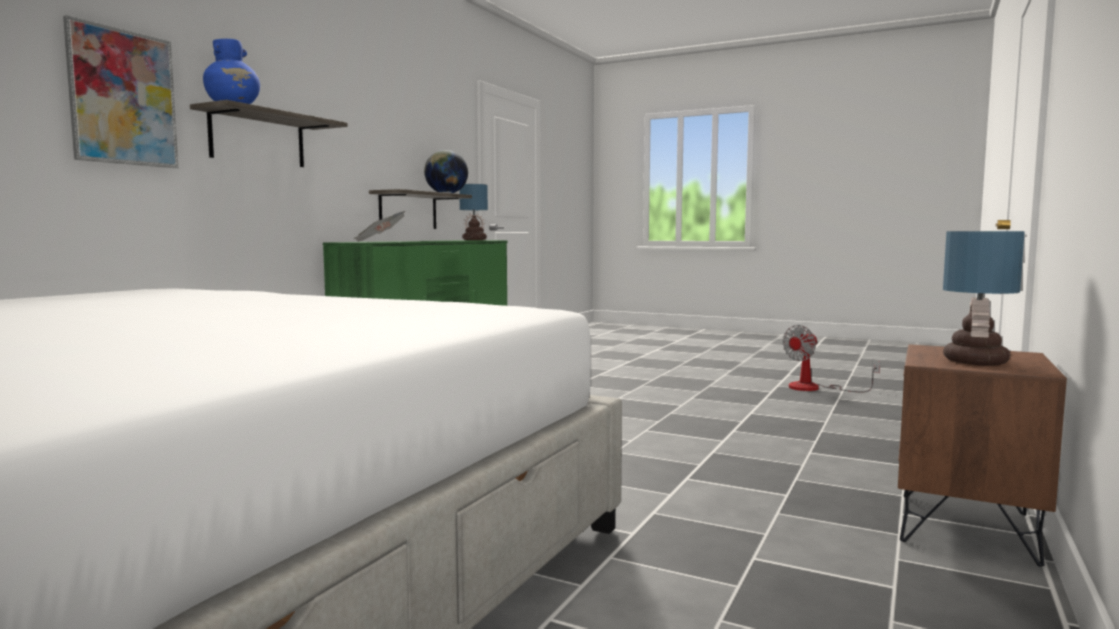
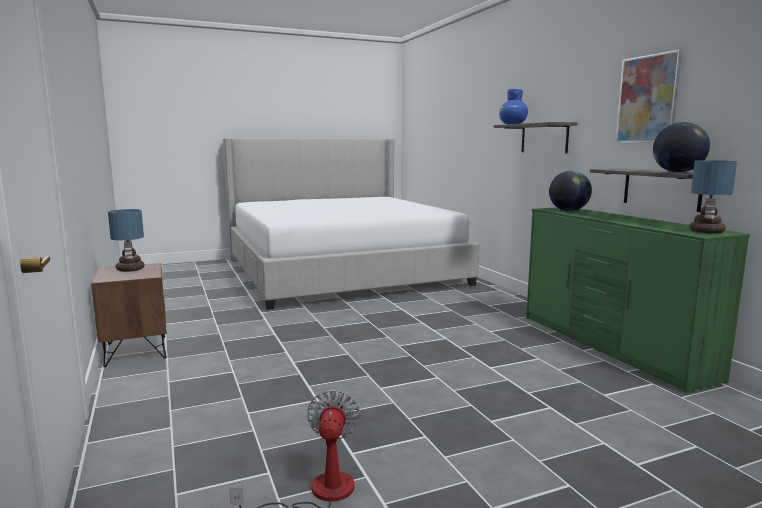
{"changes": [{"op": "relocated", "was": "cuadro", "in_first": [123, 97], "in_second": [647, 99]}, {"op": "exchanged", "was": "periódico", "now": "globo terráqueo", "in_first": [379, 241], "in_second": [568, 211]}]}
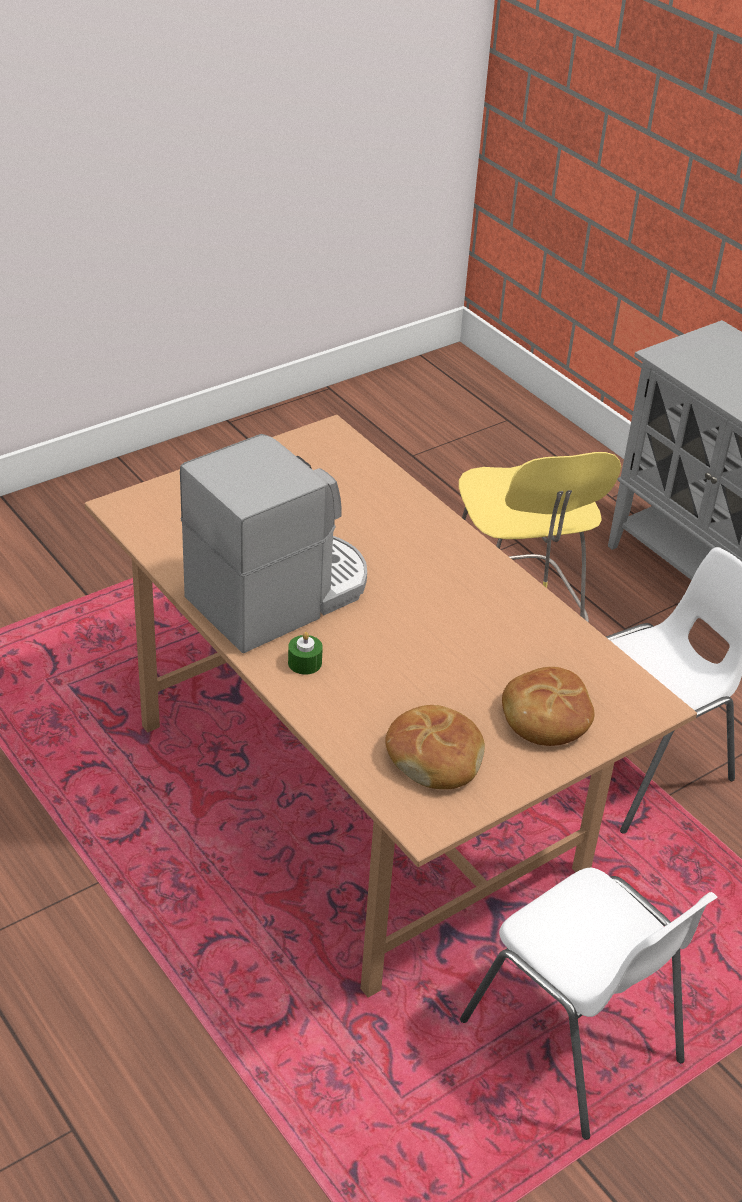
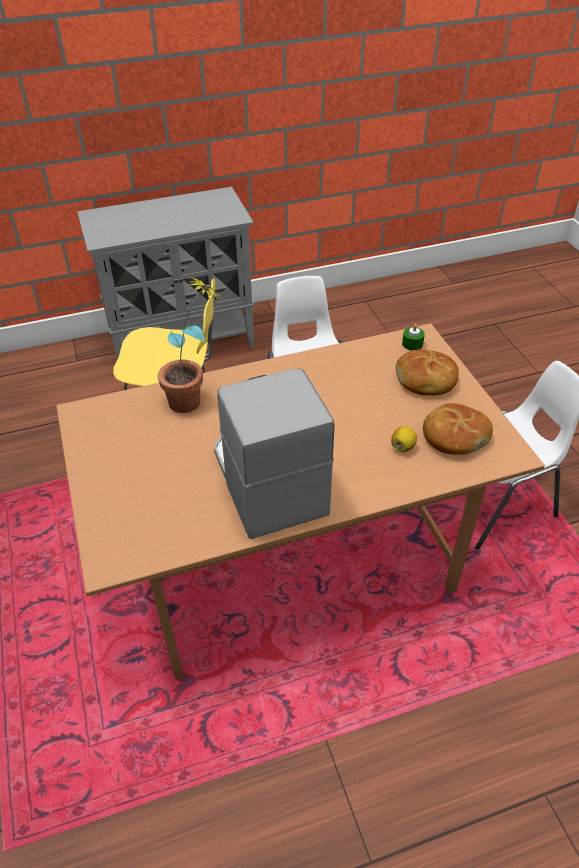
{"changes": [{"op": "relocated", "was": "vela (verde)", "in_first": [304, 663], "in_second": [412, 344]}, {"op": "appeared", "now": "planta en maceta", "in_second": [194, 399]}, {"op": "appeared", "now": "limón", "in_second": [403, 447]}]}
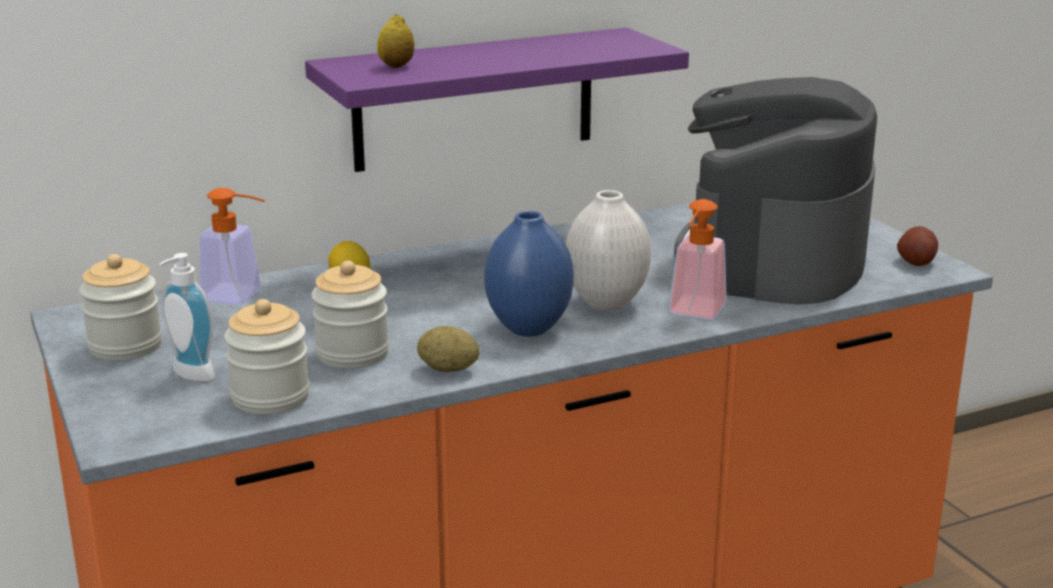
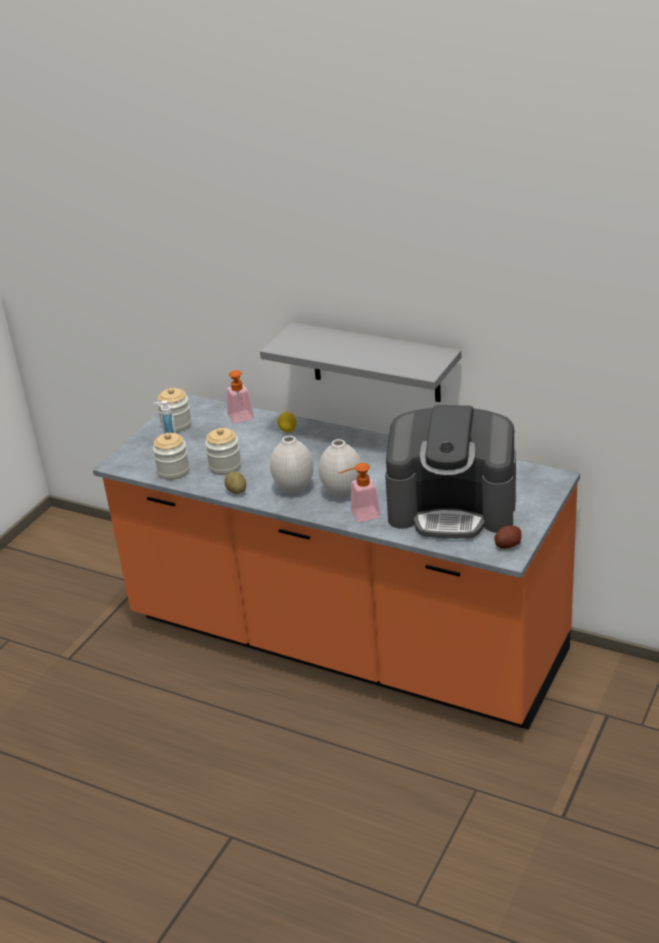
{"changes": [{"op": "colour", "was": "estante (morado)", "now": "estante (gris)", "in_first": [474, 99], "in_second": [375, 362]}, {"op": "missing", "was": "limón", "in_first": [396, 66]}, {"op": "colour", "was": "florero (azul)", "now": "florero (blanco)", "in_first": [527, 329], "in_second": [293, 488]}, {"op": "spun", "was": "cafetera", "in_first": [773, 259], "in_second": [453, 508], "clockwise": -150}]}
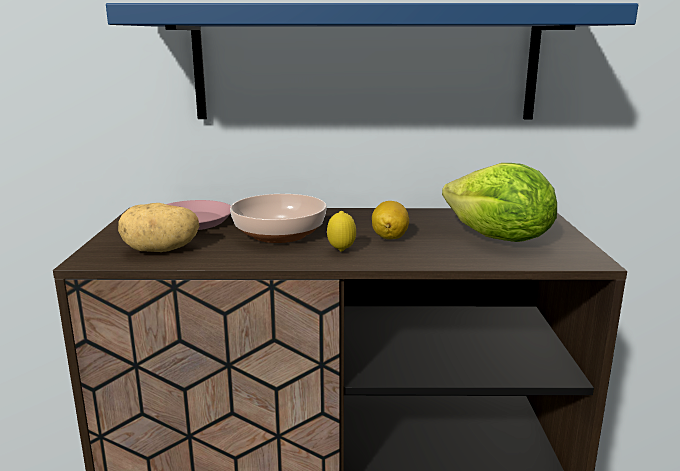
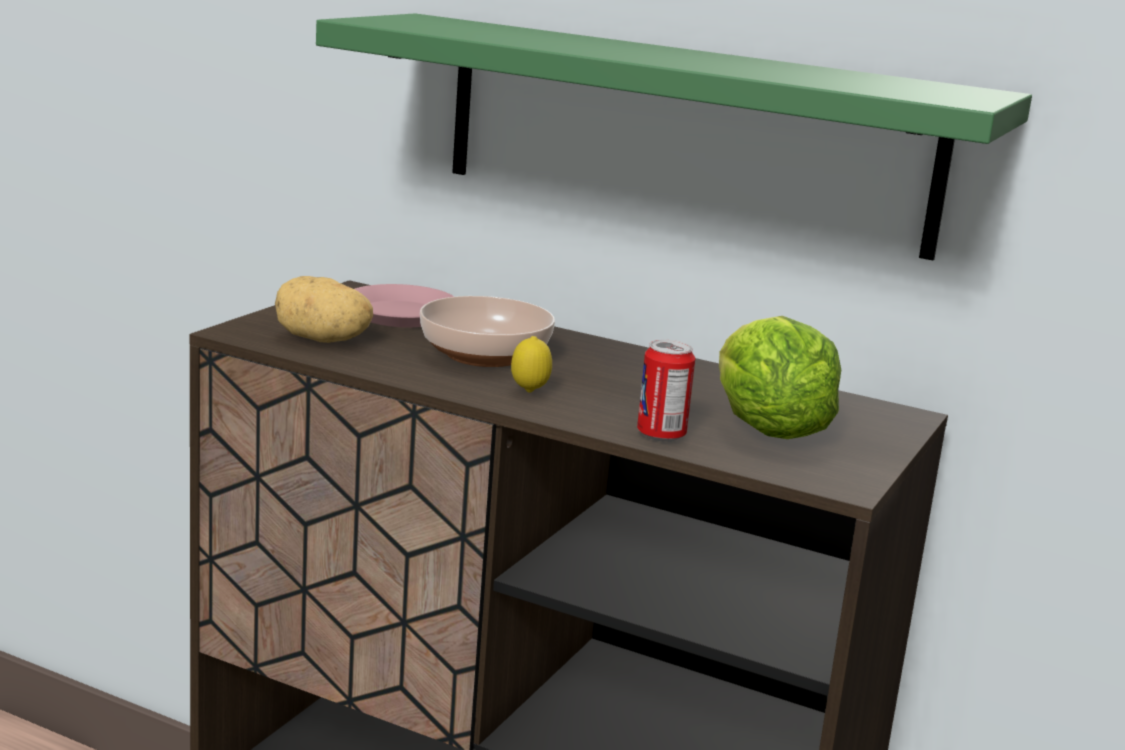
{"changes": [{"op": "colour", "was": "estante (azul)", "now": "estante (verde)", "in_first": [365, 65], "in_second": [685, 132]}, {"op": "missing", "was": "limón", "in_first": [389, 237]}, {"op": "appeared", "now": "lata", "in_second": [661, 435]}]}
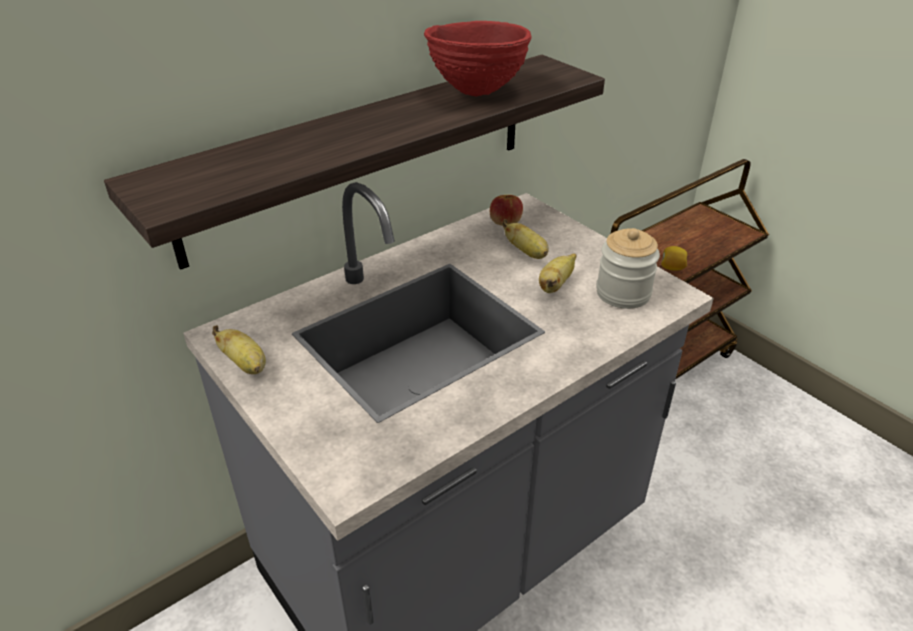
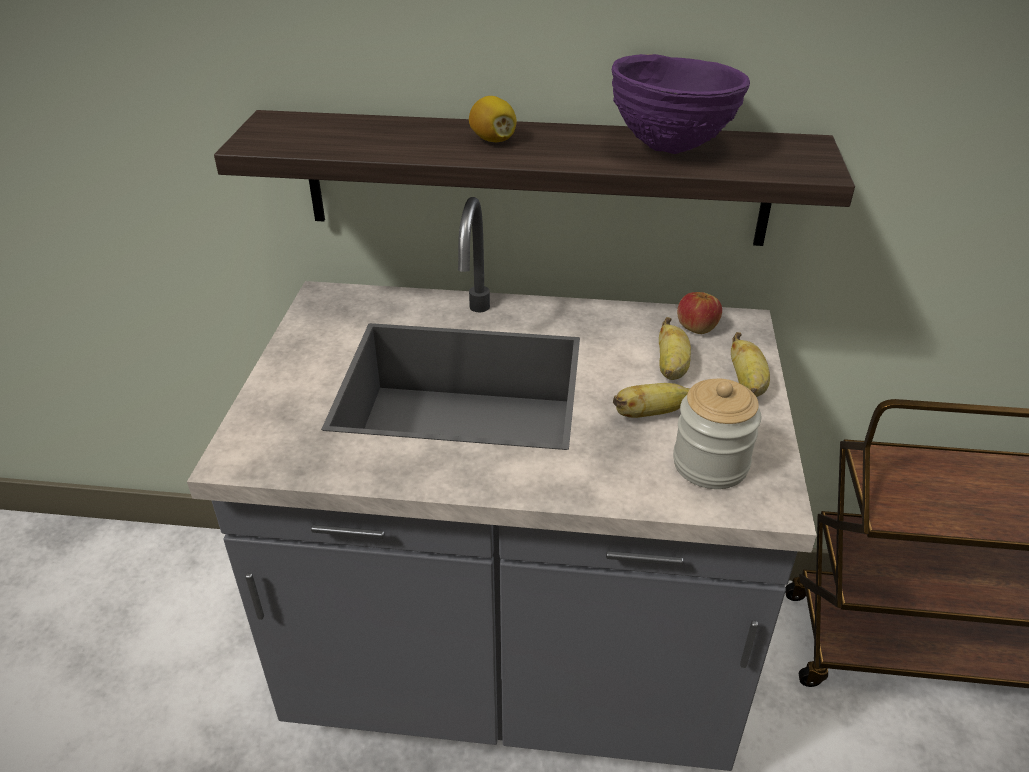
{"changes": [{"op": "relocated", "was": "plátano", "in_first": [245, 364], "in_second": [747, 384]}, {"op": "colour", "was": "cuenco (rojo)", "now": "cuenco (morado)", "in_first": [477, 92], "in_second": [671, 148]}, {"op": "relocated", "was": "limón", "in_first": [672, 268], "in_second": [493, 140]}]}
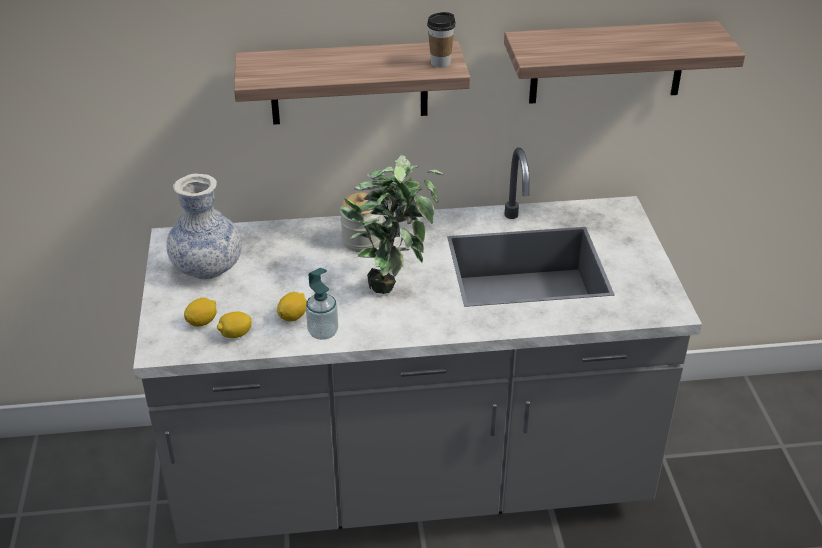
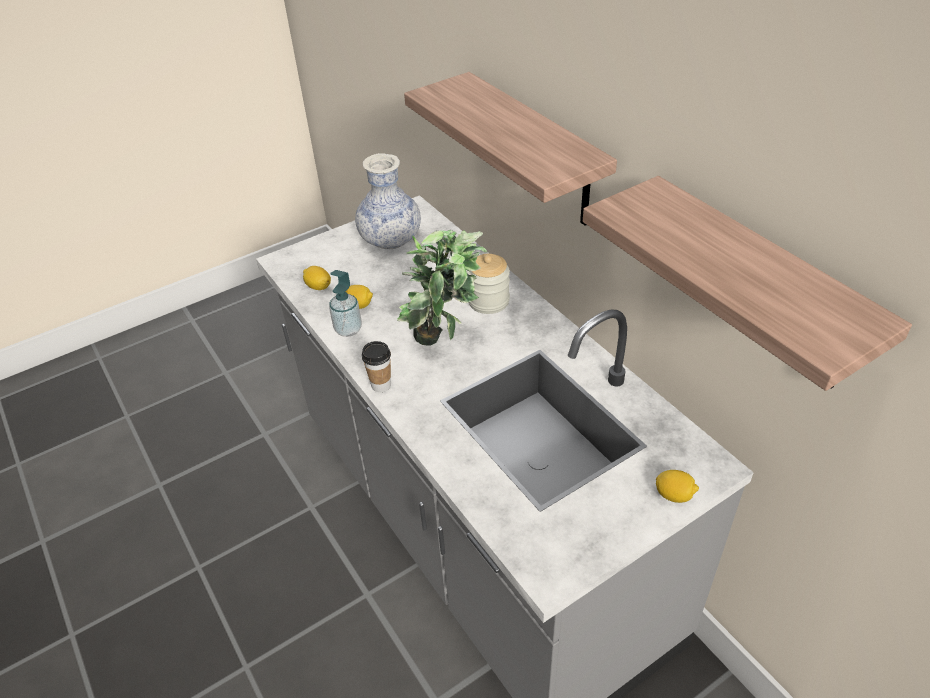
{"changes": [{"op": "relocated", "was": "limón", "in_first": [202, 322], "in_second": [674, 495]}, {"op": "relocated", "was": "taza", "in_first": [440, 63], "in_second": [381, 385]}]}
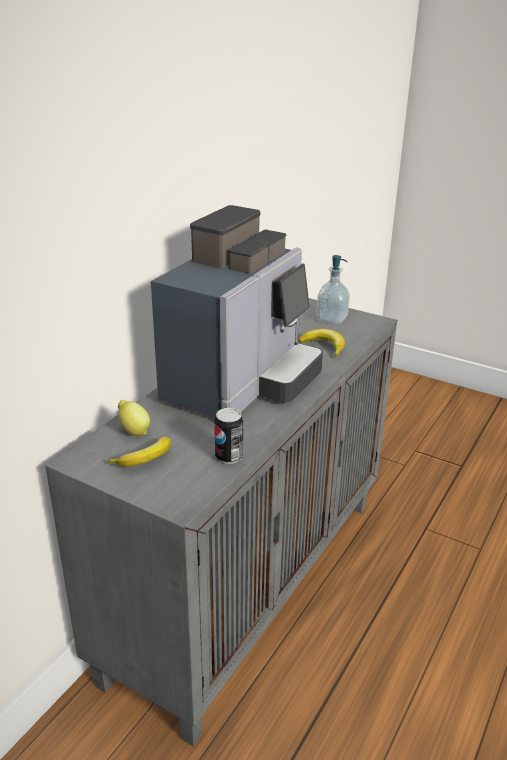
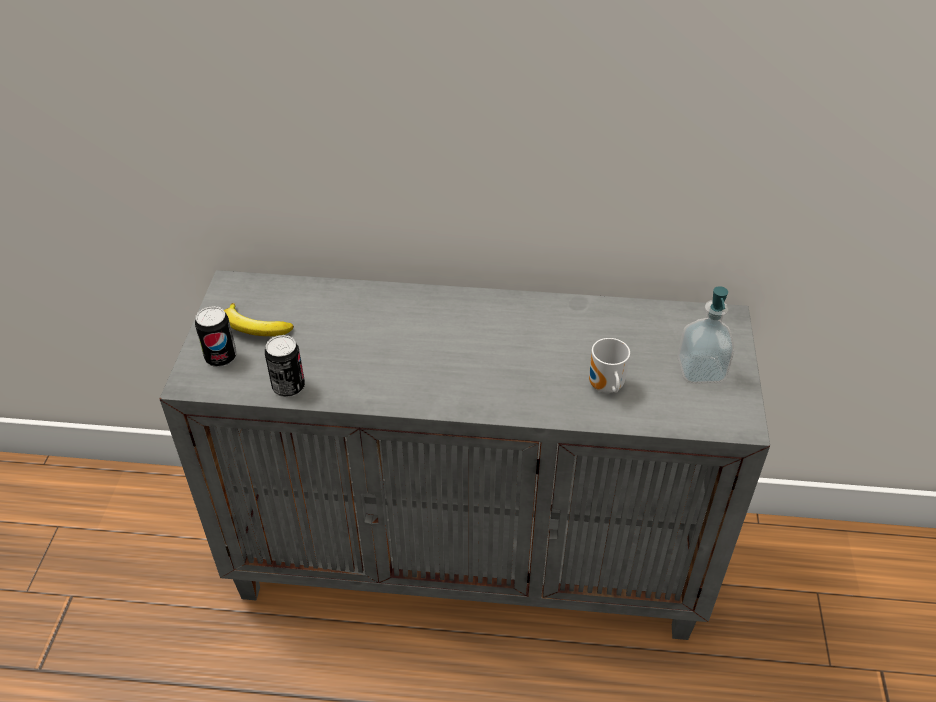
{"changes": [{"op": "missing", "was": "limón", "in_first": [133, 431]}, {"op": "missing", "was": "cafetera", "in_first": [242, 384]}, {"op": "exchanged", "was": "plátano", "now": "taza grande", "in_first": [324, 346], "in_second": [604, 388]}, {"op": "appeared", "now": "lata", "in_second": [221, 357]}]}
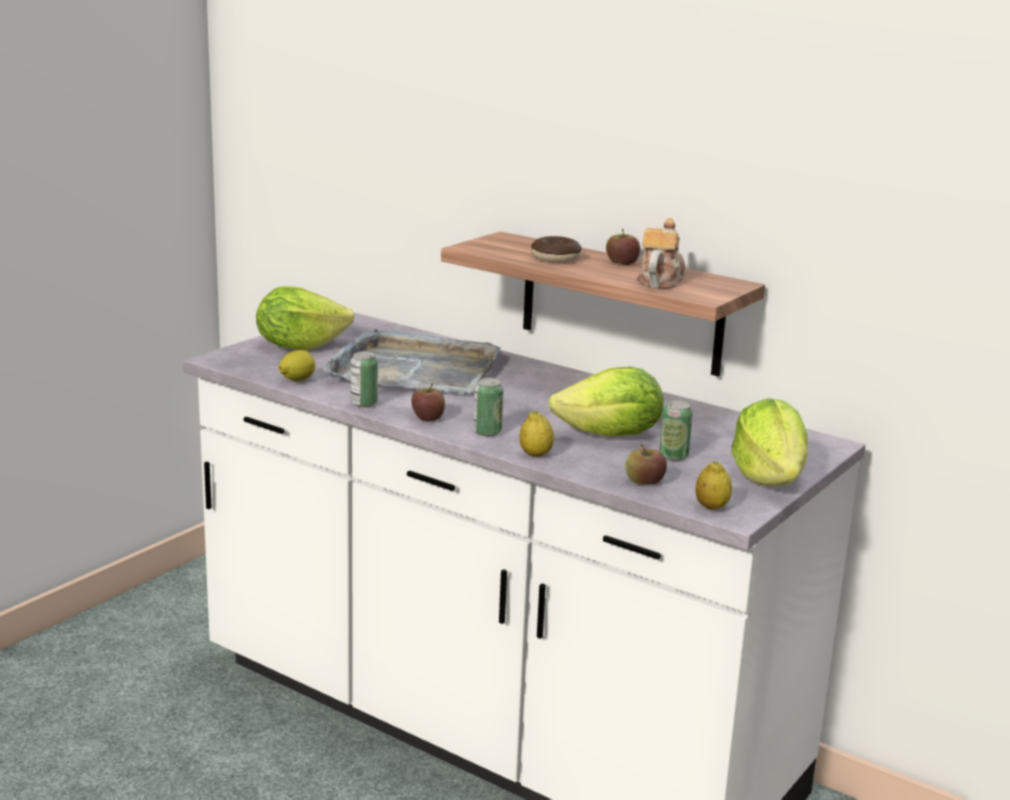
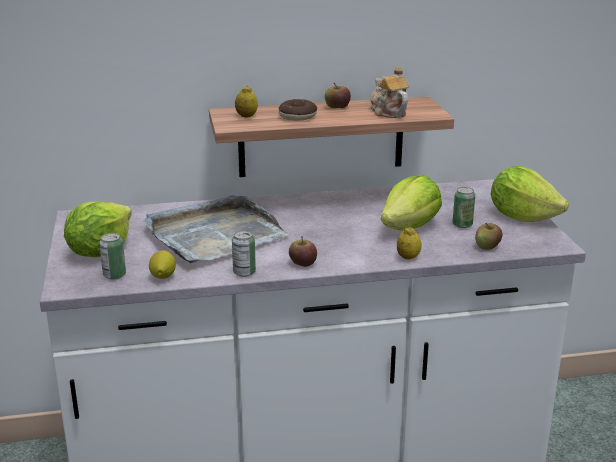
{"changes": [{"op": "relocated", "was": "lata", "in_first": [487, 432], "in_second": [114, 275]}, {"op": "relocated", "was": "limón", "in_first": [711, 507], "in_second": [246, 116]}]}
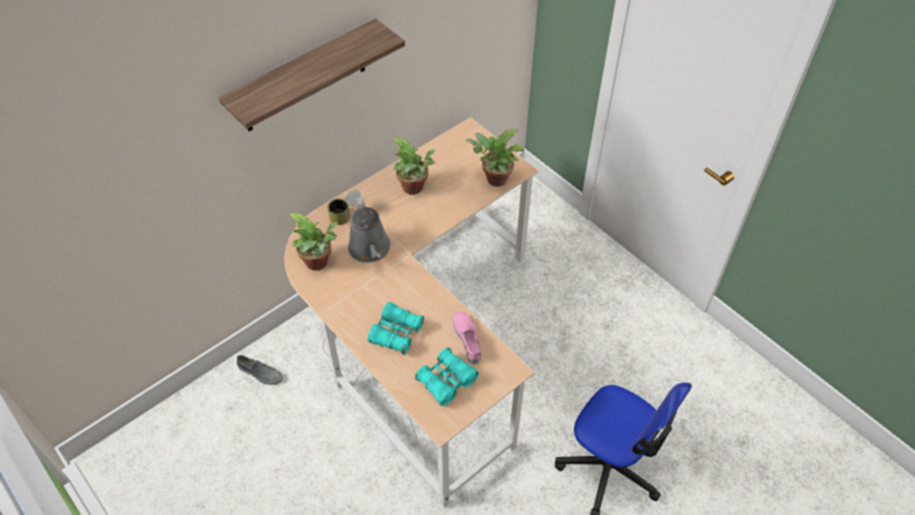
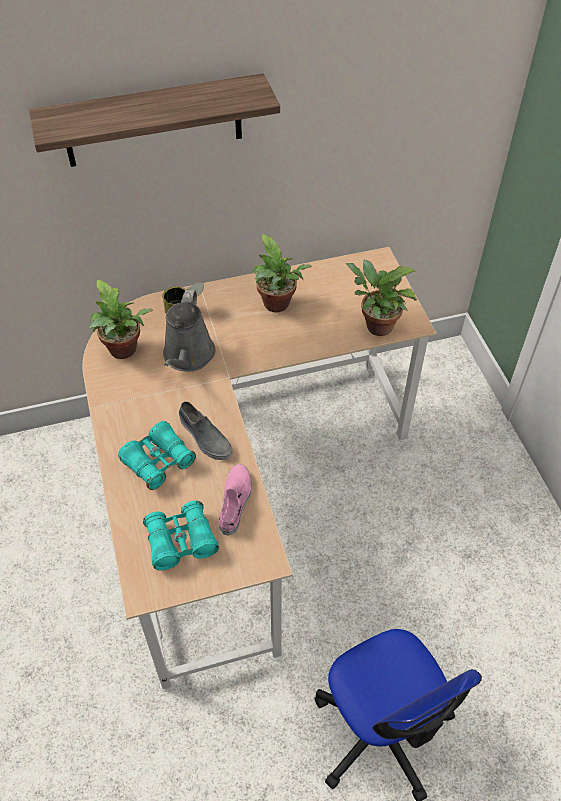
{"changes": [{"op": "relocated", "was": "zapato (gris)", "in_first": [260, 373], "in_second": [205, 437]}]}
